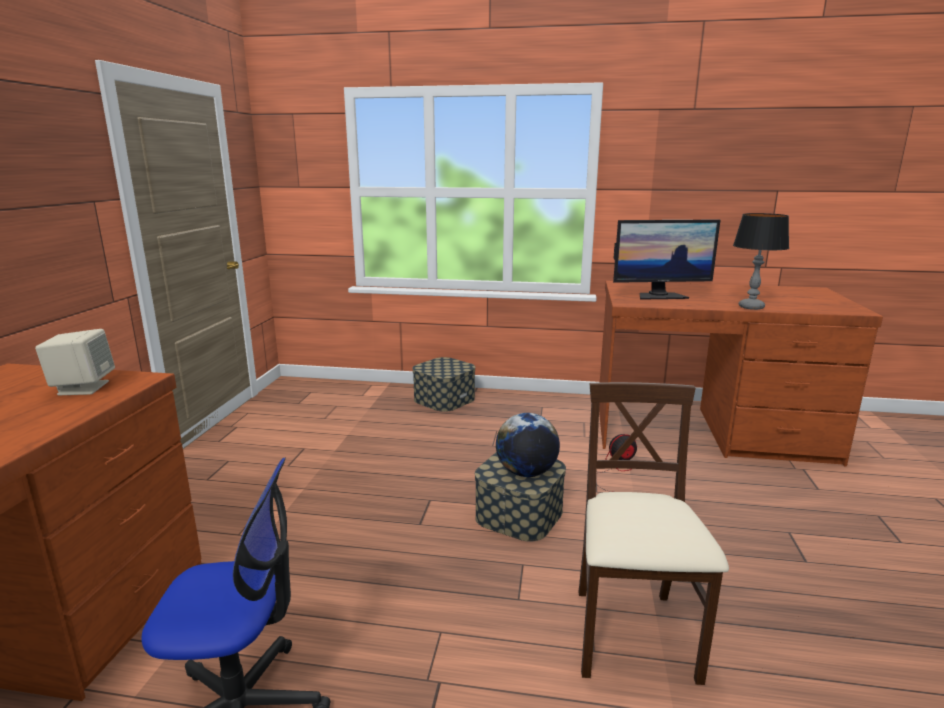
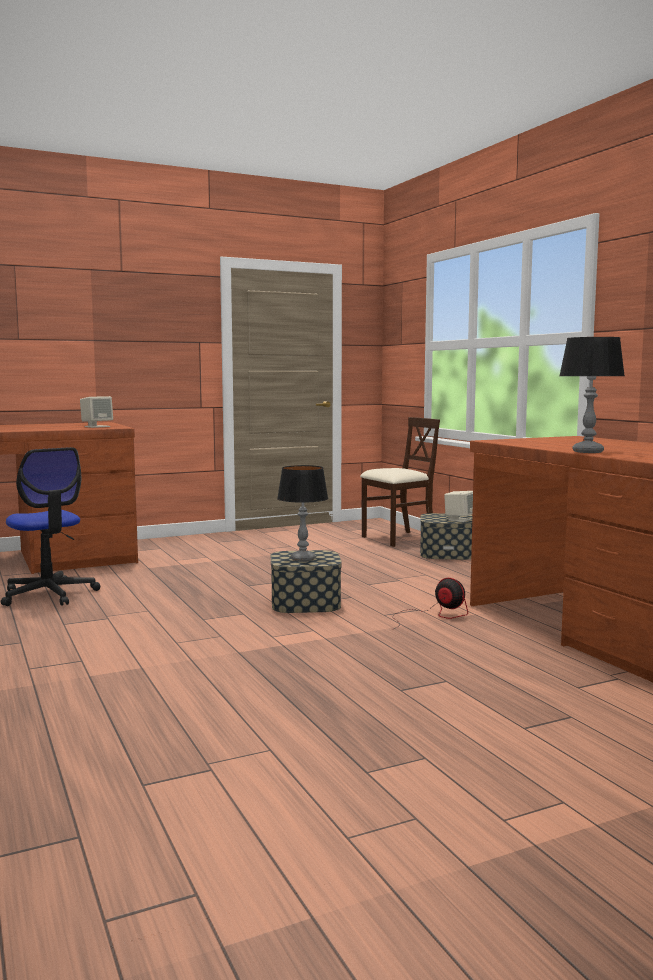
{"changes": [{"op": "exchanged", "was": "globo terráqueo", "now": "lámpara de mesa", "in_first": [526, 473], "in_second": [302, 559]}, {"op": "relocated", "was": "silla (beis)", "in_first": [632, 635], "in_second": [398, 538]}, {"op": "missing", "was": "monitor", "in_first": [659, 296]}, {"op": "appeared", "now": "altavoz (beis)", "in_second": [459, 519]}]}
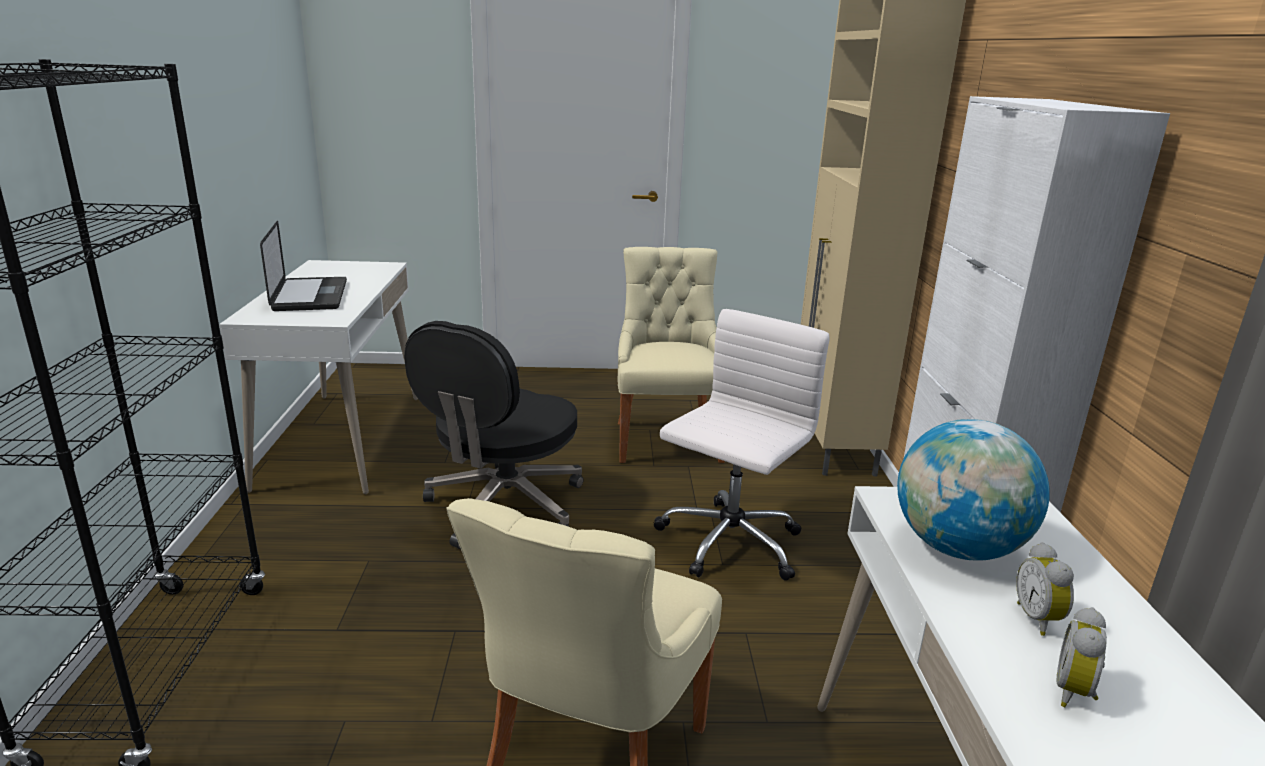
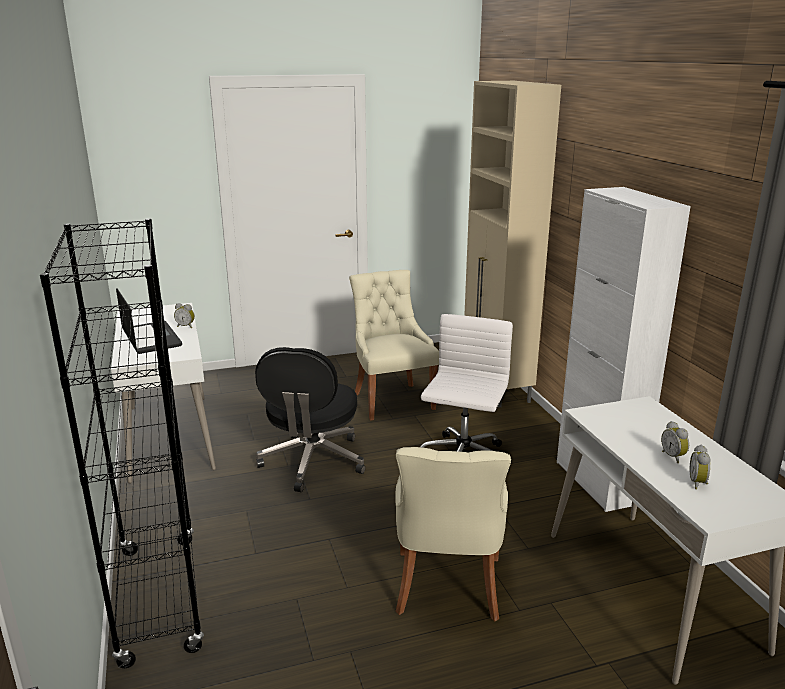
{"changes": [{"op": "missing", "was": "globo terráqueo", "in_first": [957, 548]}, {"op": "appeared", "now": "despertador", "in_second": [186, 326]}]}
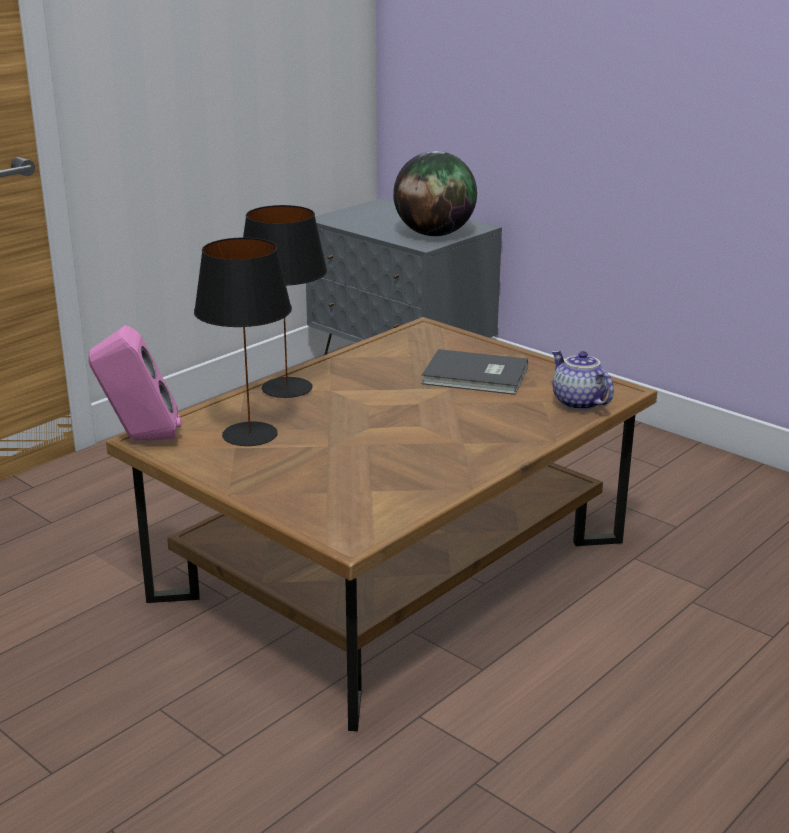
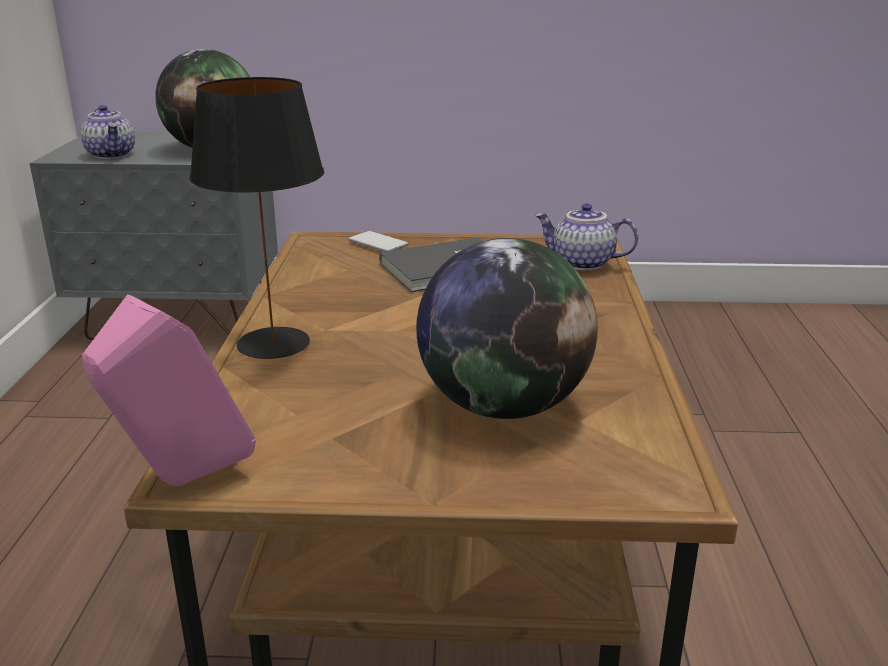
{"changes": [{"op": "missing", "was": "lámpara de mesa (negro)", "in_first": [248, 434]}, {"op": "appeared", "now": "tetera", "in_second": [112, 154]}, {"op": "appeared", "now": "móvil", "in_second": [378, 243]}, {"op": "appeared", "now": "globo terráqueo", "in_second": [503, 406]}]}
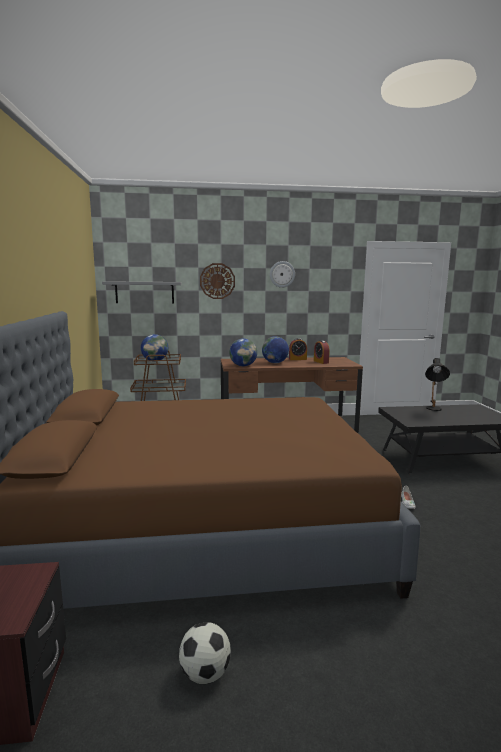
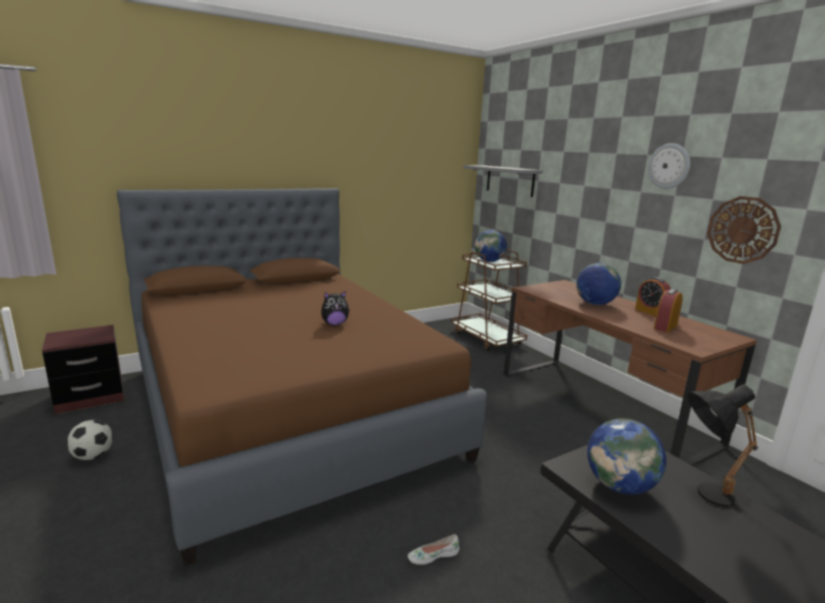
{"changes": [{"op": "relocated", "was": "reloj de pared", "in_first": [217, 281], "in_second": [742, 230]}, {"op": "relocated", "was": "globo terráqueo", "in_first": [243, 366], "in_second": [620, 486]}, {"op": "appeared", "now": "peluche", "in_second": [335, 324]}]}
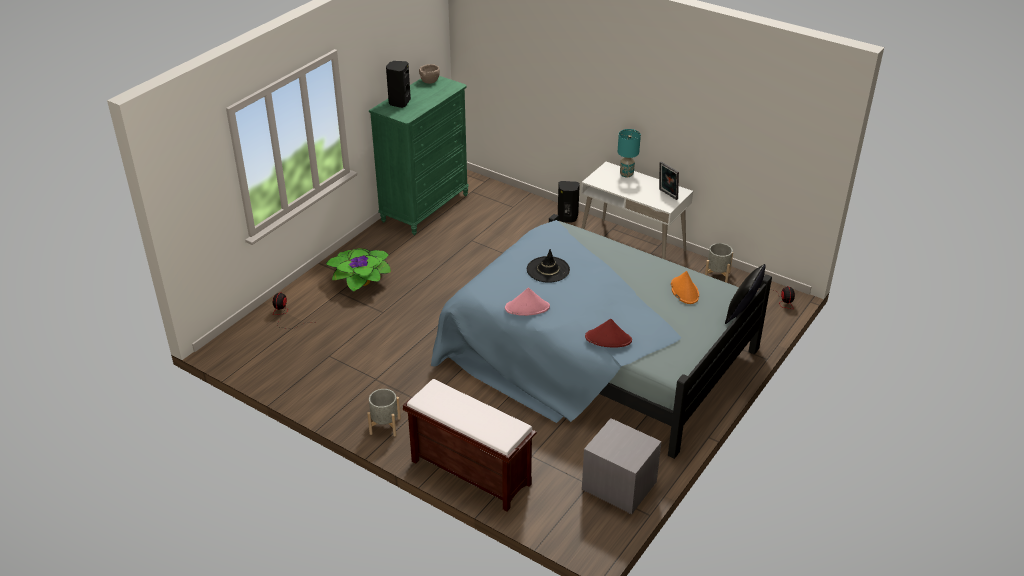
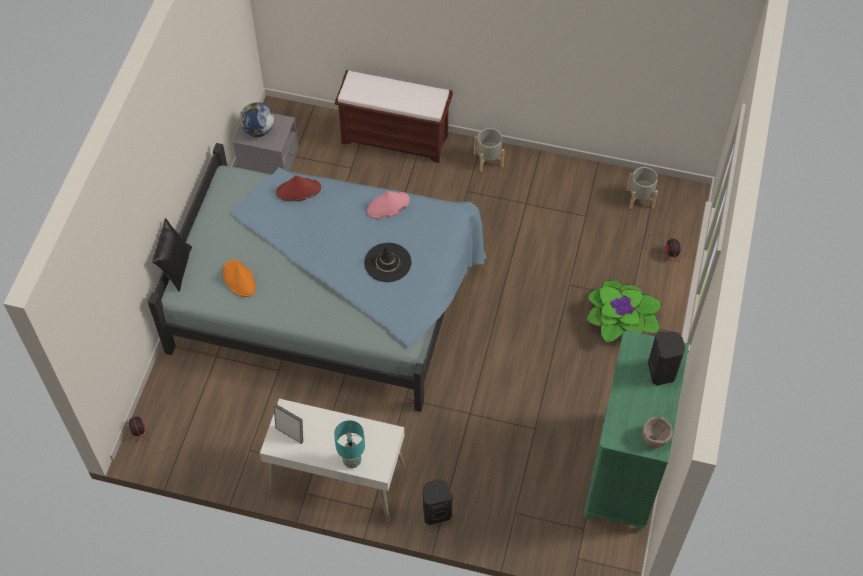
{"changes": [{"op": "relocated", "was": "maceta (gris)", "in_first": [717, 276], "in_second": [640, 198]}, {"op": "appeared", "now": "globo terráqueo", "in_second": [258, 130]}]}
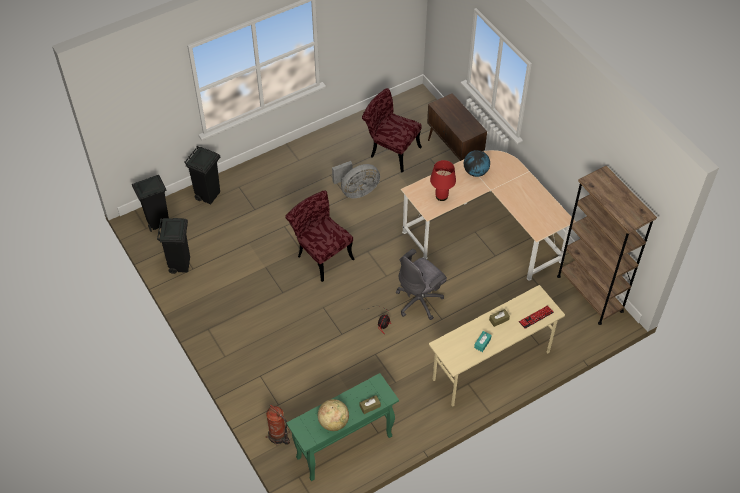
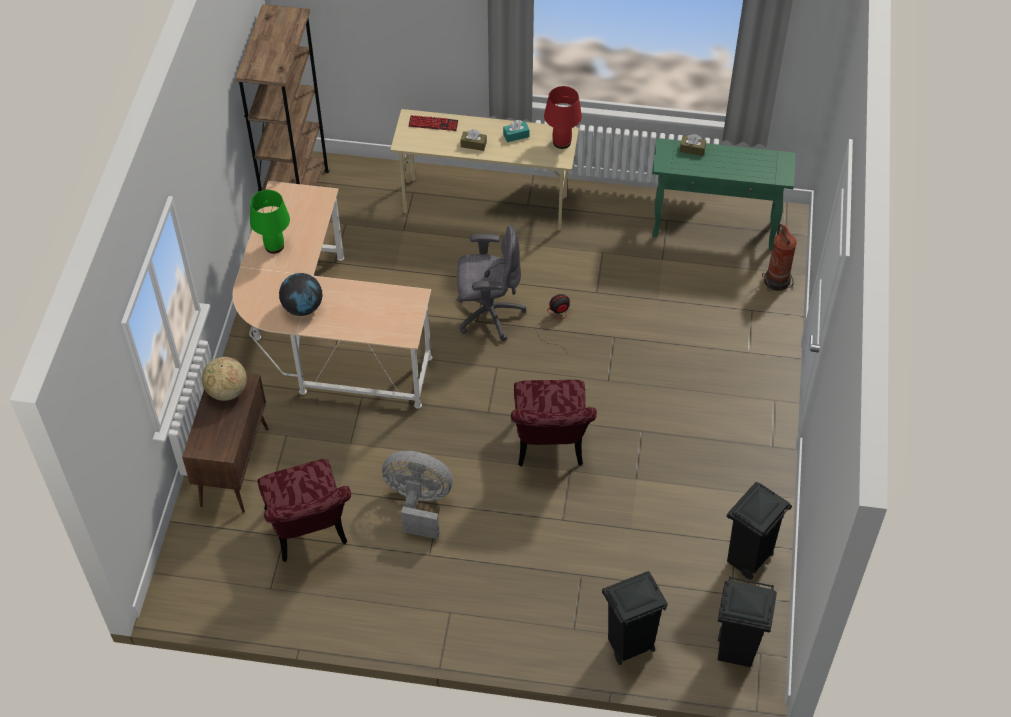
{"changes": [{"op": "relocated", "was": "globo terráqueo", "in_first": [333, 422], "in_second": [227, 391]}, {"op": "relocated", "was": "lámpara de mesa (rojo)", "in_first": [441, 196], "in_second": [562, 142]}, {"op": "appeared", "now": "lámpara de mesa (verde)", "in_second": [274, 246]}]}
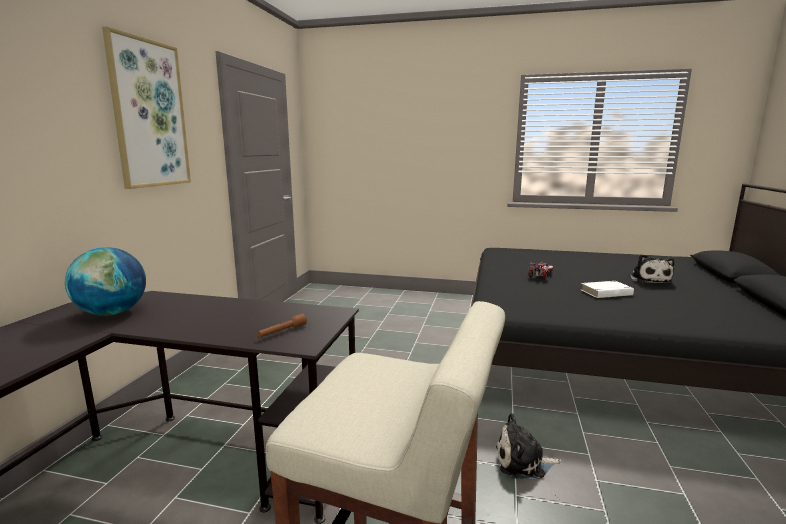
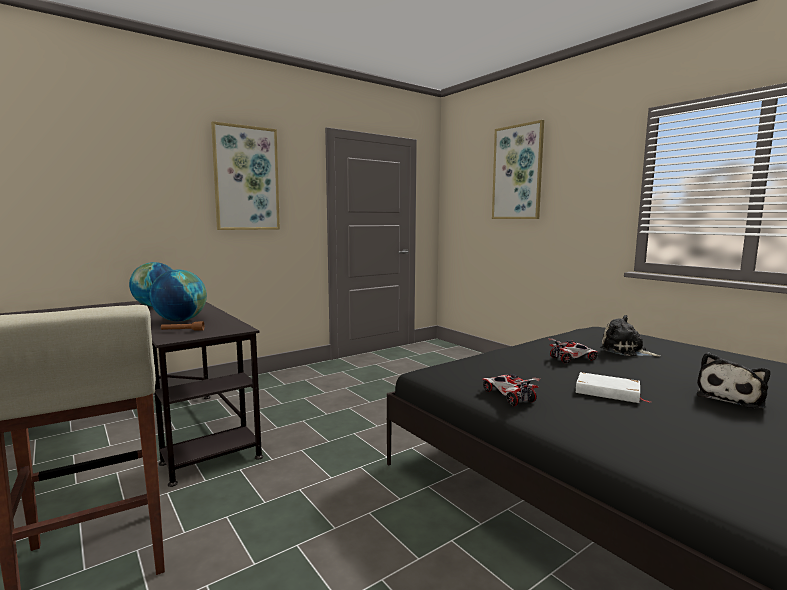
{"changes": [{"op": "relocated", "was": "peluche", "in_first": [523, 462], "in_second": [626, 351]}, {"op": "appeared", "now": "globo terráqueo", "in_second": [180, 320]}, {"op": "appeared", "now": "coche de juguete", "in_second": [507, 397]}, {"op": "appeared", "now": "cuadro", "in_second": [517, 172]}]}
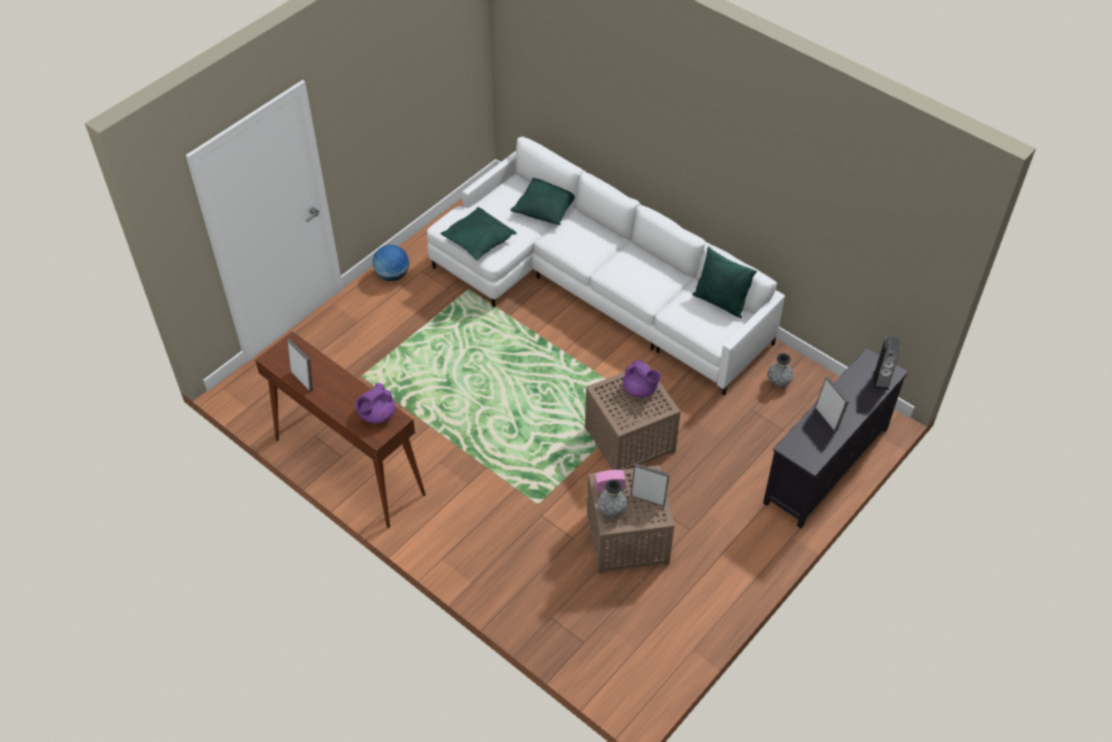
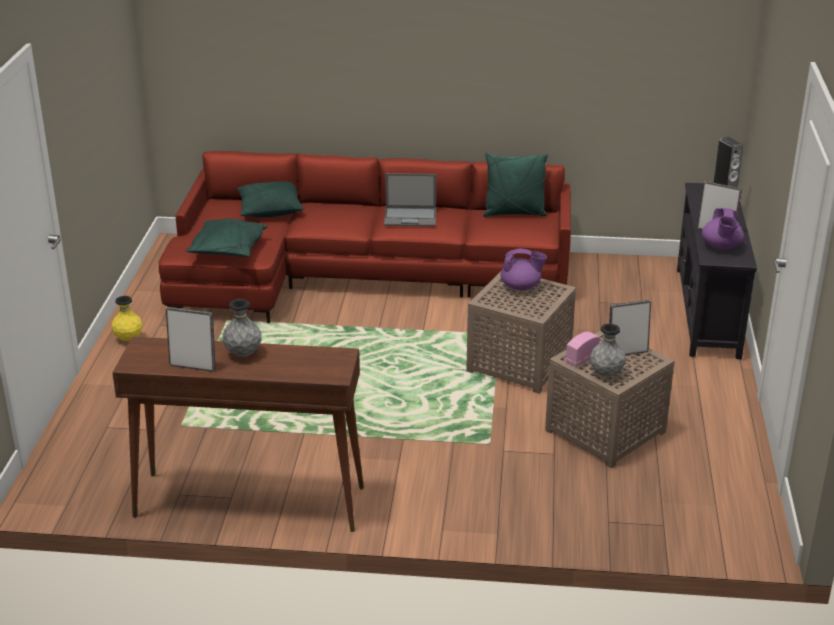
{"changes": [{"op": "relocated", "was": "tetera (morado)", "in_first": [376, 415], "in_second": [721, 246]}, {"op": "exchanged", "was": "globo terráqueo", "now": "florero (amarillo)", "in_first": [392, 275], "in_second": [128, 339]}, {"op": "colour", "was": "sofá (blanco)", "now": "sofá (rojo)", "in_first": [595, 287], "in_second": [356, 275]}, {"op": "relocated", "was": "florero (gris)", "in_first": [778, 382], "in_second": [243, 354]}, {"op": "appeared", "now": "portátil", "in_second": [411, 217]}]}
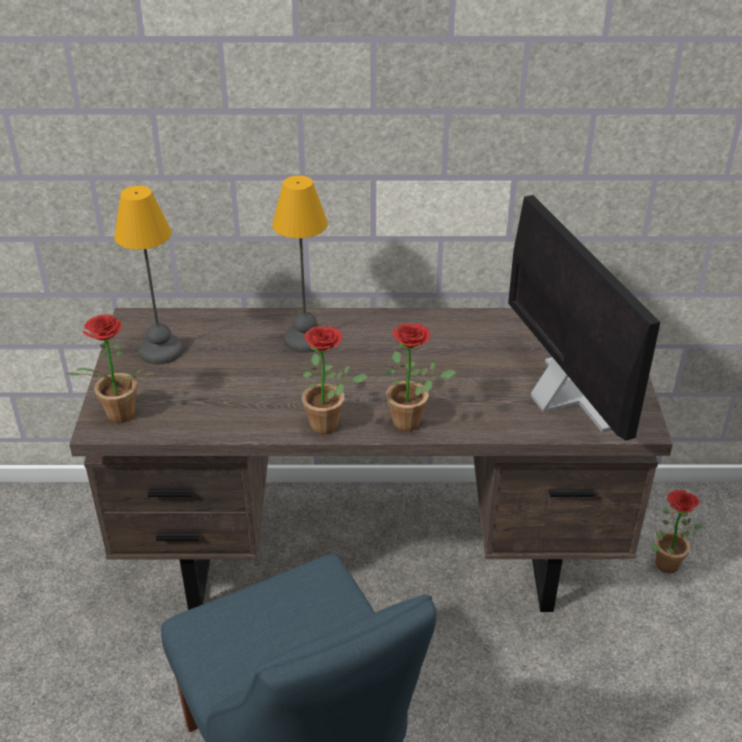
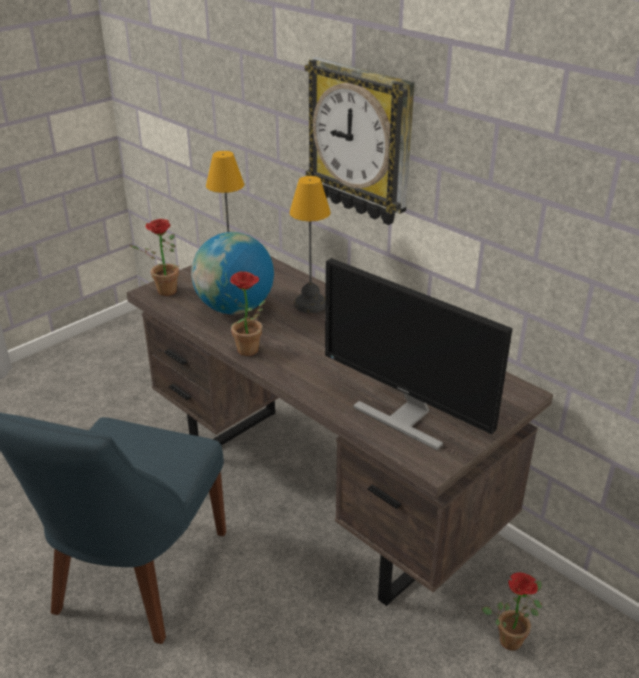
{"changes": [{"op": "missing", "was": "planta en maceta", "in_first": [413, 422]}, {"op": "spun", "was": "monitor", "in_first": [560, 399], "in_second": [405, 417], "clockwise": 105}, {"op": "appeared", "now": "globo terráqueo", "in_second": [235, 308]}, {"op": "appeared", "now": "reloj de pared", "in_second": [361, 141]}]}
